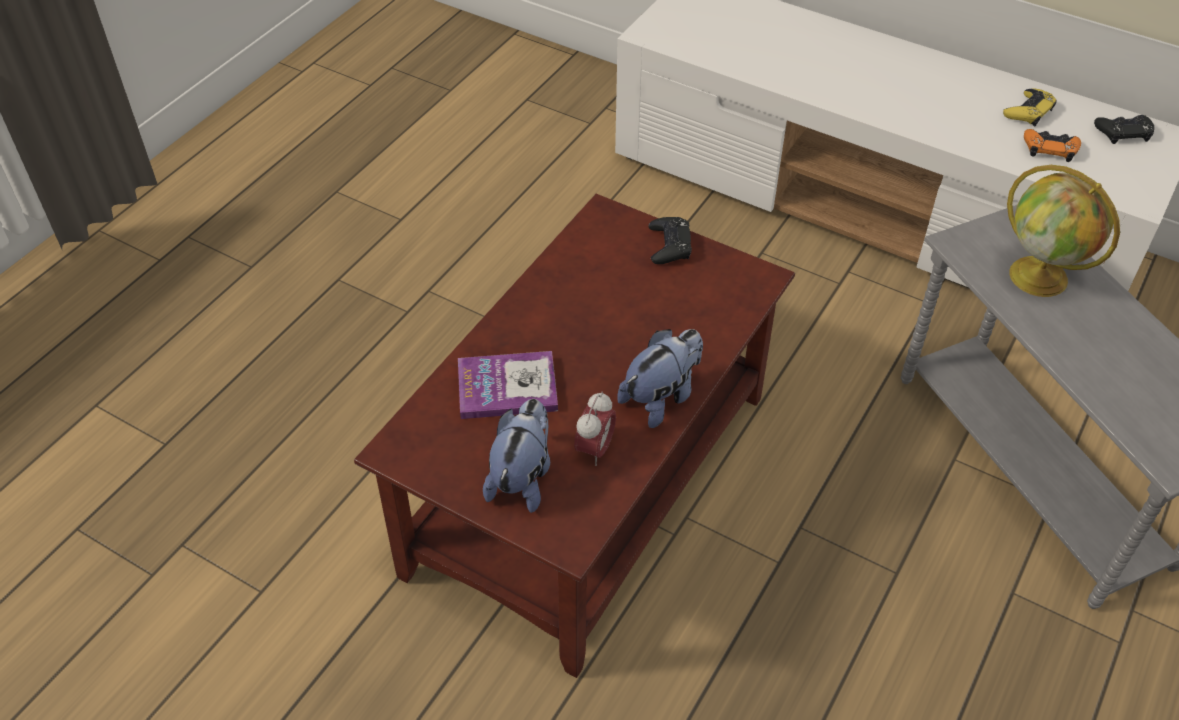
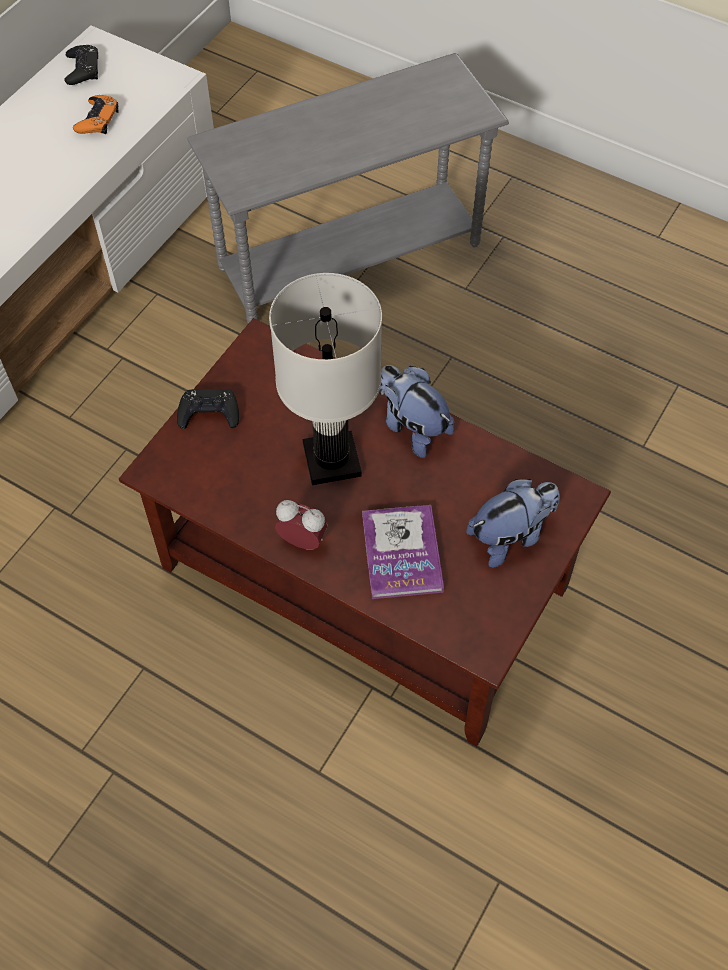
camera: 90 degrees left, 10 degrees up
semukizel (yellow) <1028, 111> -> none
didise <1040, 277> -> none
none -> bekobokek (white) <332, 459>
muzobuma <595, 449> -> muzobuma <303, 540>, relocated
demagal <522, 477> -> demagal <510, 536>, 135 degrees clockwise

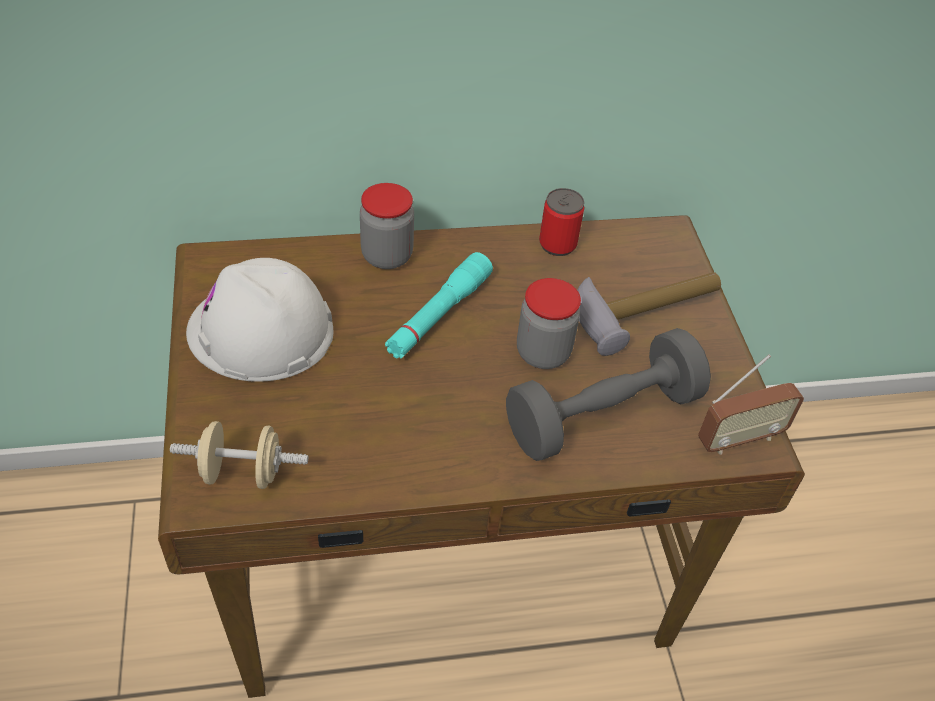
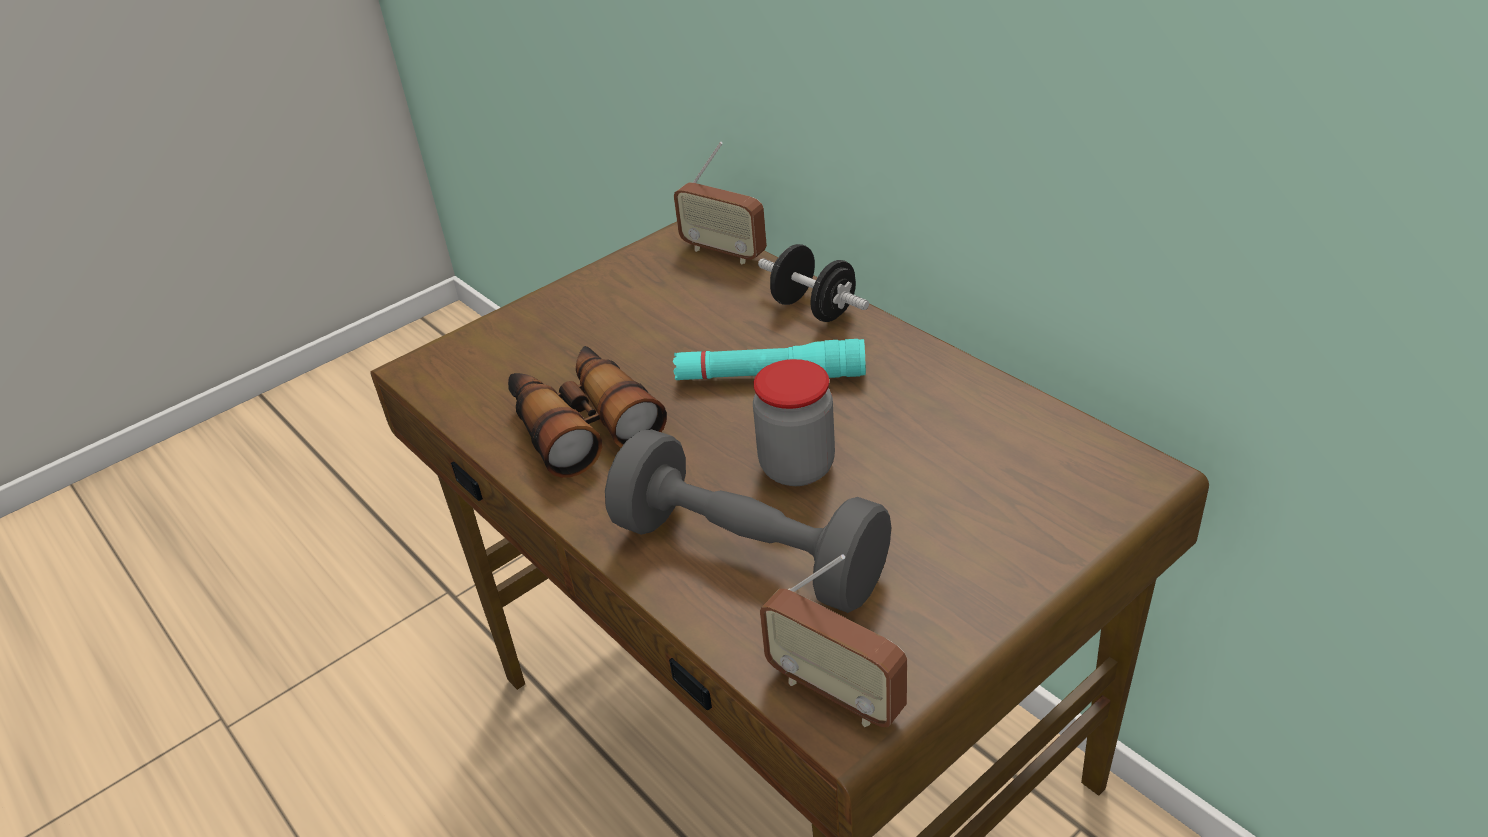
camera: 65 degrees right, 10 degrees down
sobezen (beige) <242, 472> -> none
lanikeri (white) <260, 331> -> none
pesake <557, 244> -> none
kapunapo <643, 308> -> none
none -> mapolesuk <582, 423>
none -> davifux <724, 252>
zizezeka <387, 256> -> sobezen (black) <814, 309>

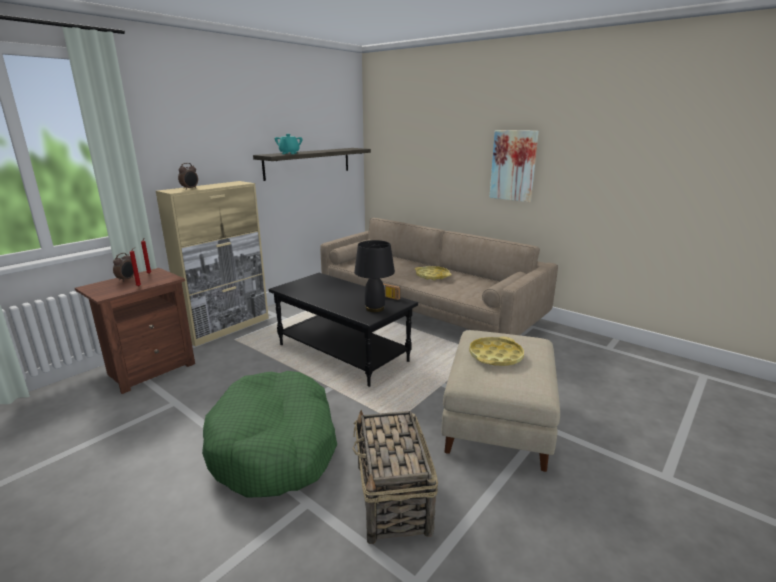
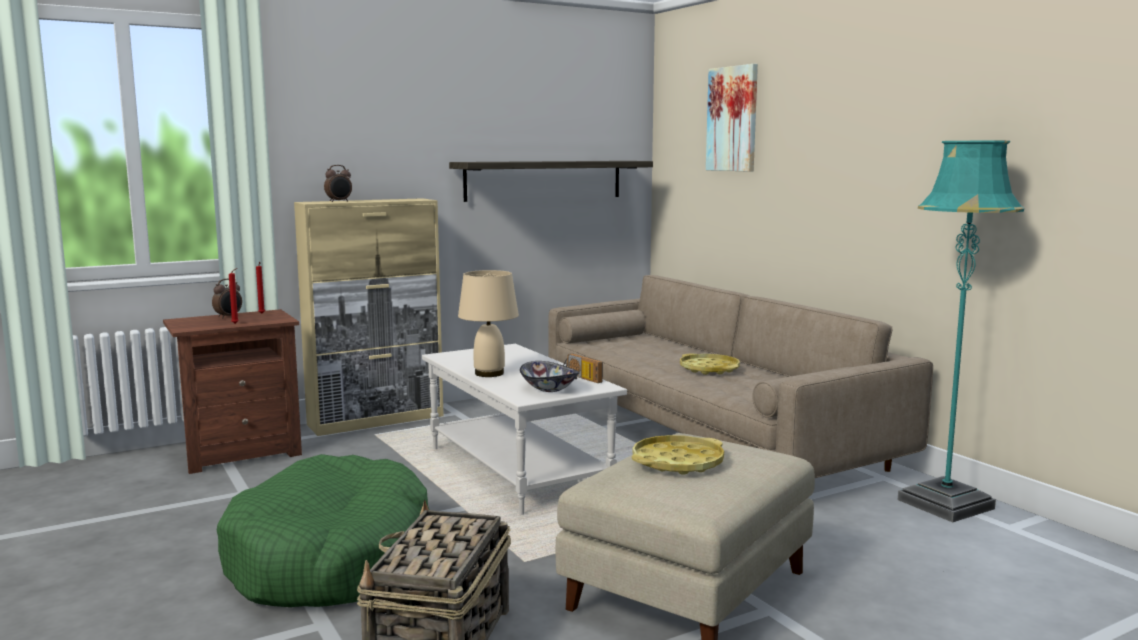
camera: 20 degrees right, 10 degrees down
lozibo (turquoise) <289, 153> -> none
none -> bekobokek (beige) <488, 373>
none -> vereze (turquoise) <945, 504>
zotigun <513, 165> -> zotigun <733, 119>, relocated
bekobokek (black) <375, 308> -> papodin <549, 389>
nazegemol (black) <343, 352> -> nazegemol (white) <519, 470>

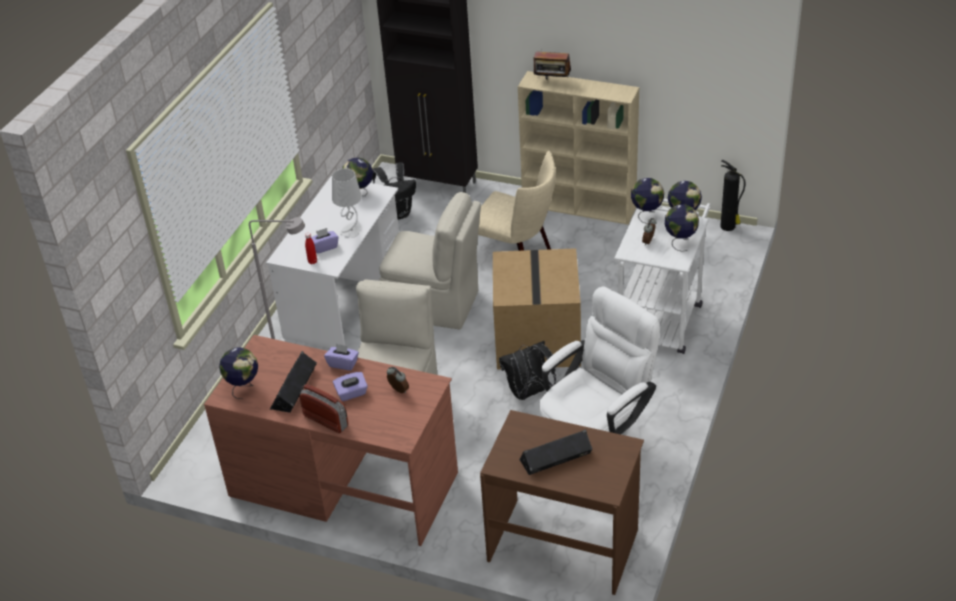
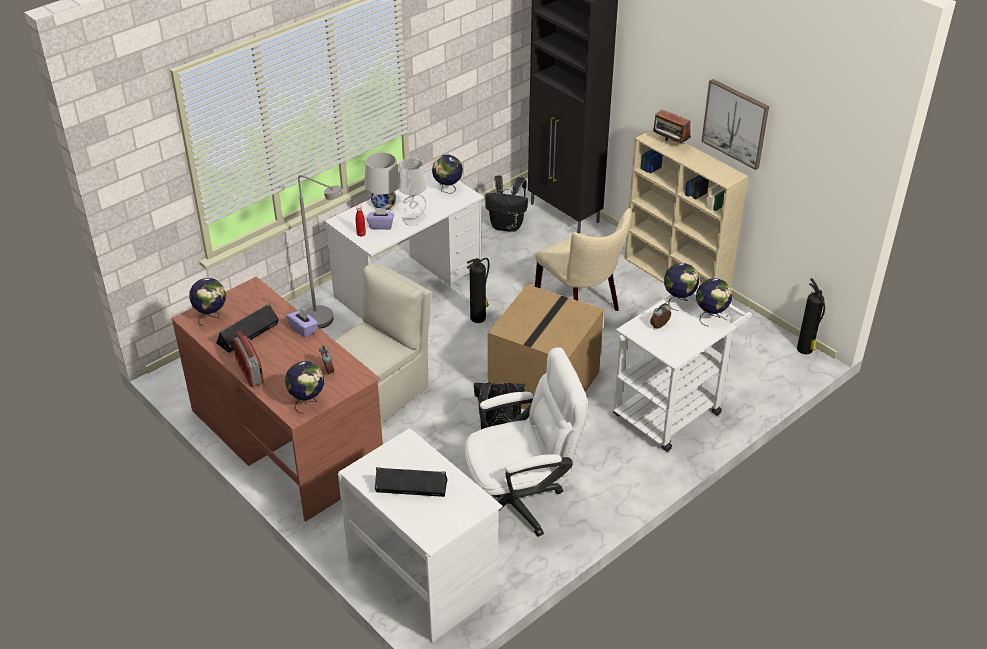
camera: 25 degrees right, 0 degrees up
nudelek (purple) <351, 393> -> none
none -> bekobokek (white) <384, 205>
none -> zotigun <735, 123>
didise <680, 242> -> didise <307, 402>, relocated
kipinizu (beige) <434, 305> -> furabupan <478, 317>
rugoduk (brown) <563, 544> -> rugoduk (white) <423, 576>

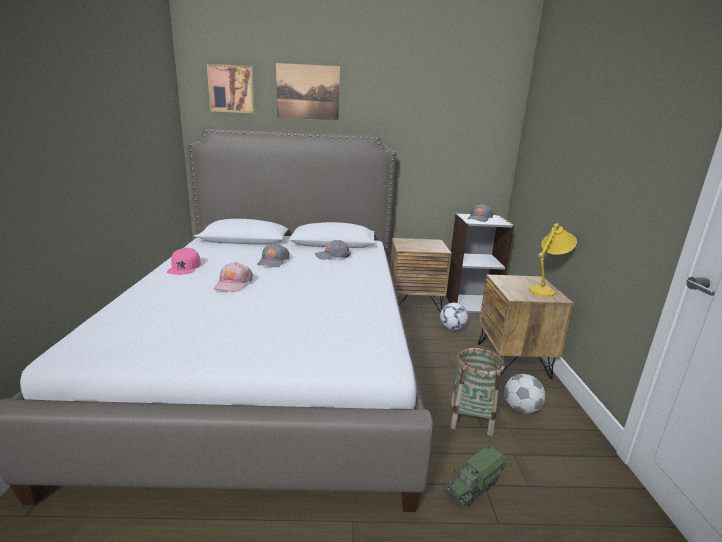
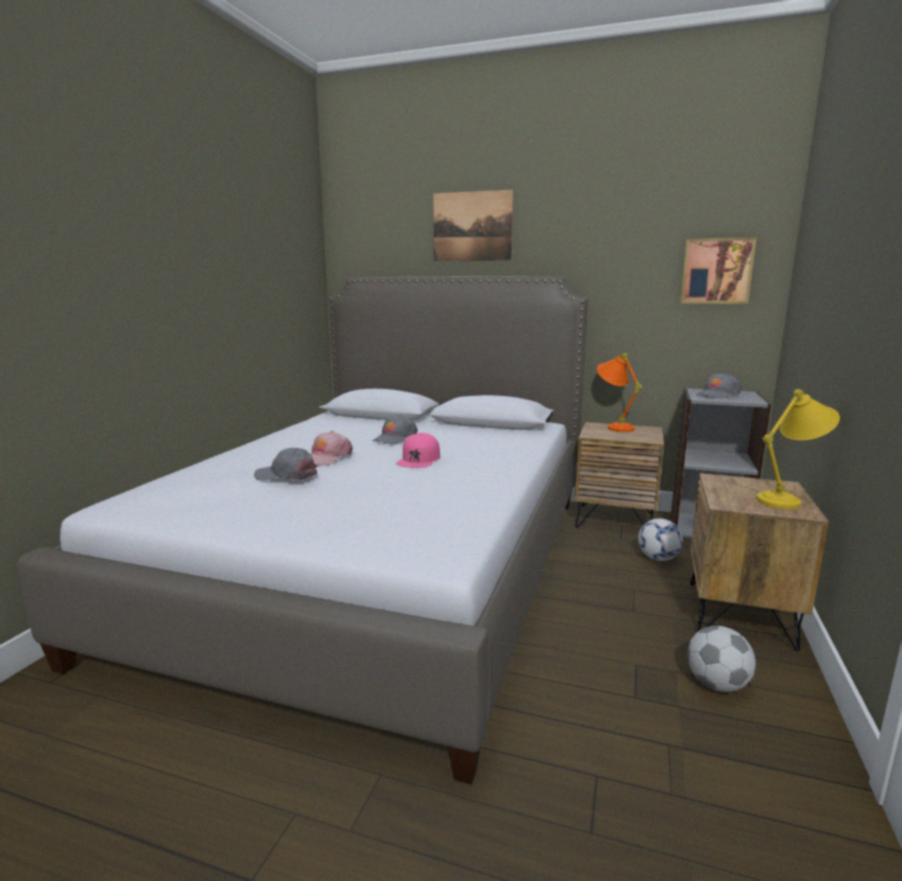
camera: 20 degrees right, 5 degrees down
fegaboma <473, 485> -> none
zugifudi <470, 419> -> none
none -> bekobokek (orange) <614, 426>
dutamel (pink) <184, 267> -> dutamel (pink) <419, 459>, relocated
zotigun <231, 89> -> zotigun <716, 271>, relocated
dutamel (grey) <333, 255> -> dutamel (grey) <287, 475>, relocated

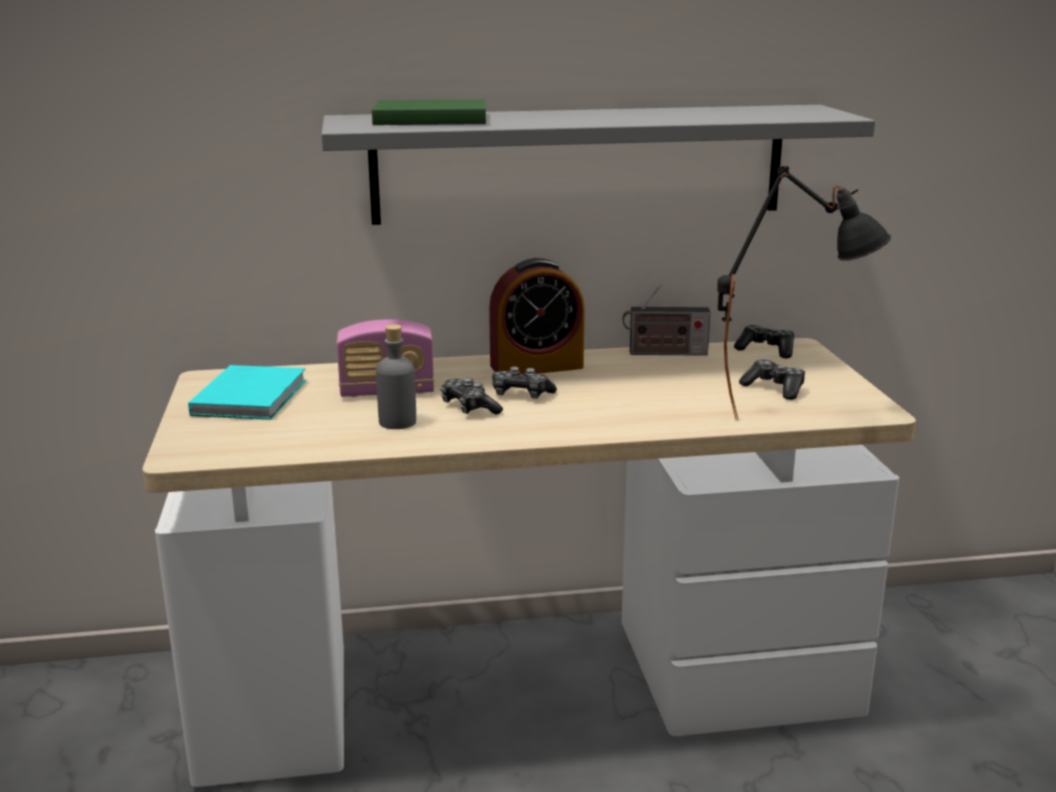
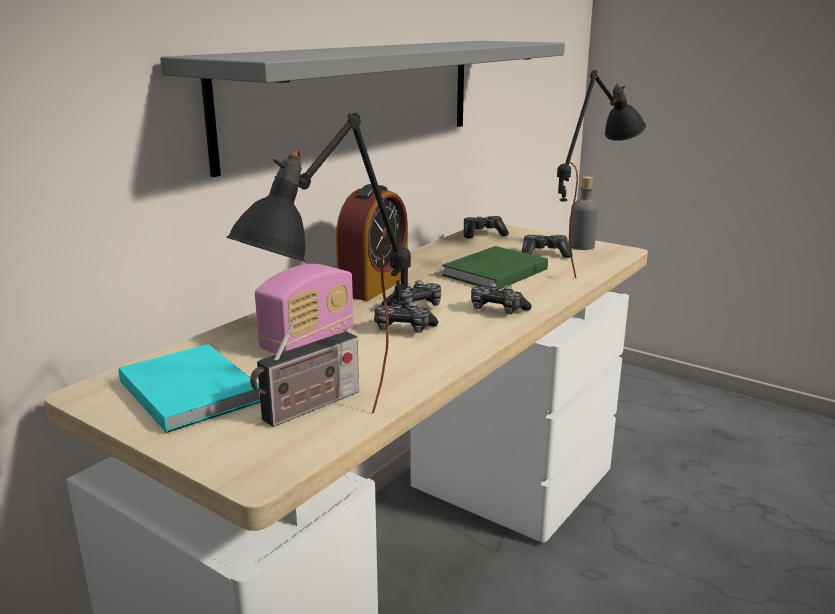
camera: 45 degrees left, 0 degrees up
none -> bekobokek (black) <341, 448>
none -> semukizel <497, 310>
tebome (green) <427, 119> -> tebome (green) <492, 272>, relocated
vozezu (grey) <397, 422> -> vozezu (grey) <581, 246>, relocated
davifux <664, 353> -> davifux <308, 408>, relocated

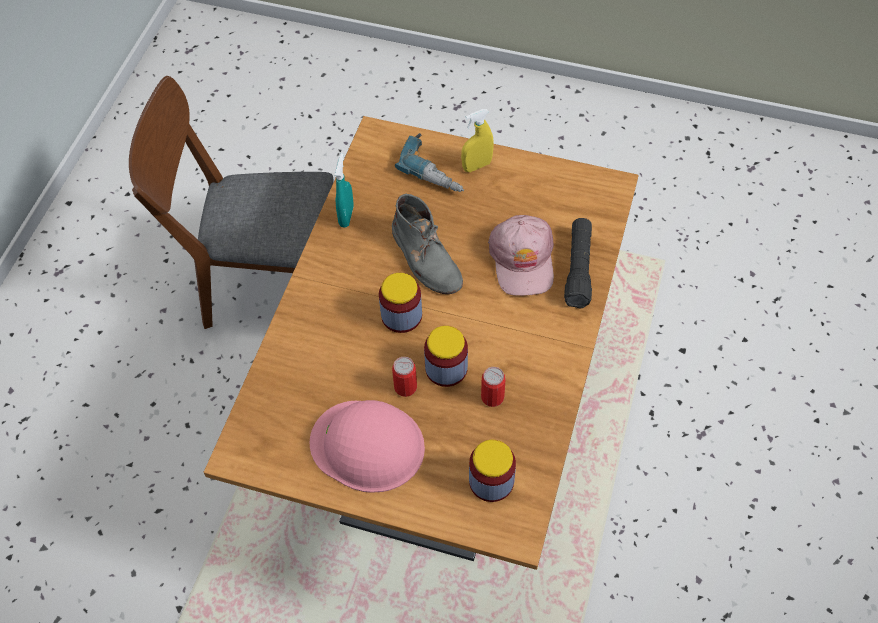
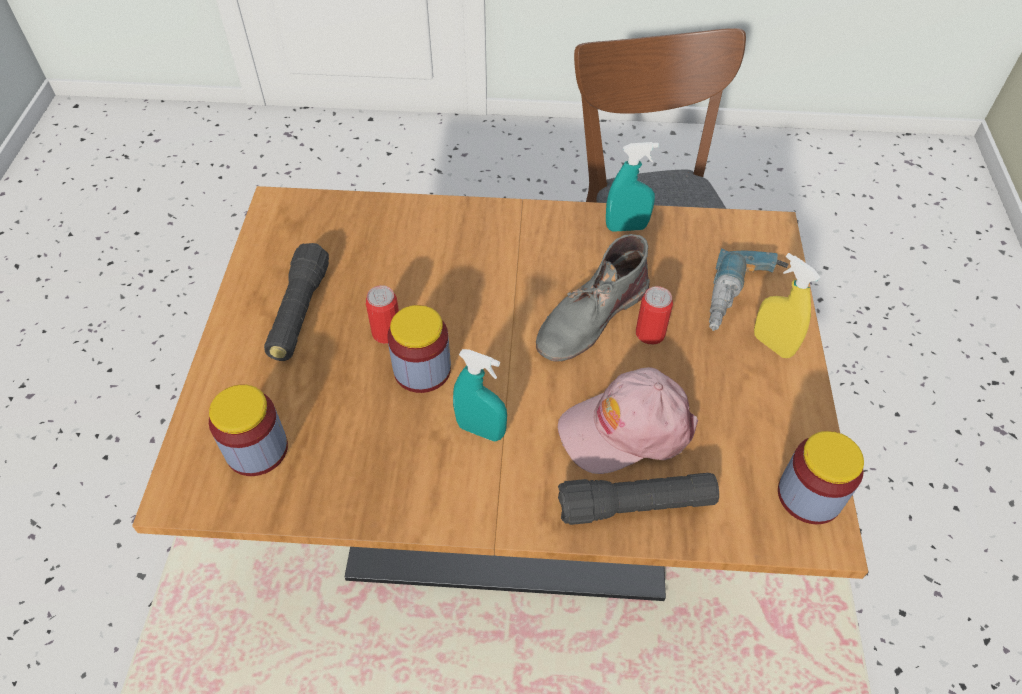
camera: 75 degrees right, 5 degrees down
none -> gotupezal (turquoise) <480, 430>
zizezeka <401, 315> -> zizezeka <809, 495>, relocated
pesake <492, 397> -> pesake <650, 333>, relocated
lanikeri (pink) <368, 445> -> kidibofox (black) <299, 312>

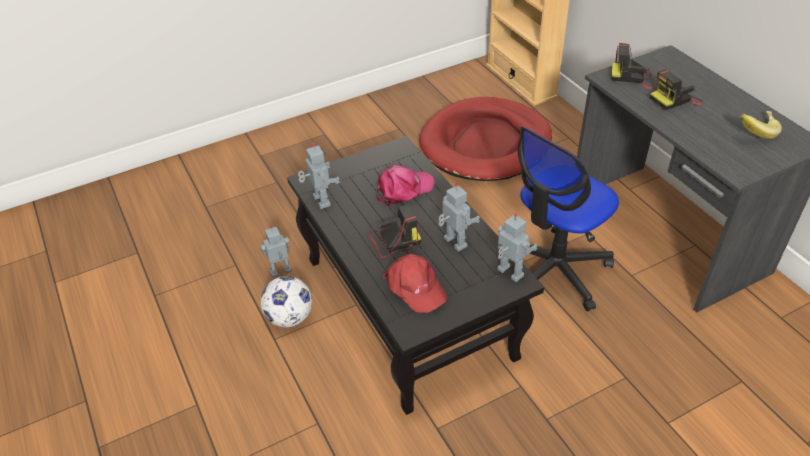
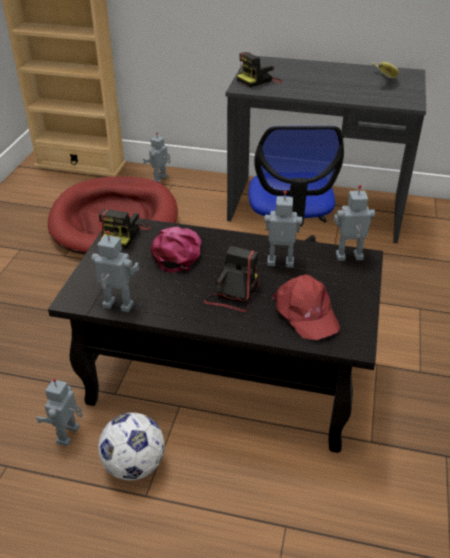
camera: 50 degrees left, 5 degrees down
none -> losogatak <161, 180>
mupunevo <674, 99> -> mupunevo <124, 234>, relocated
dutamel (red) <415, 287> -> dutamel (red) <305, 313>, 60 degrees clockwise

